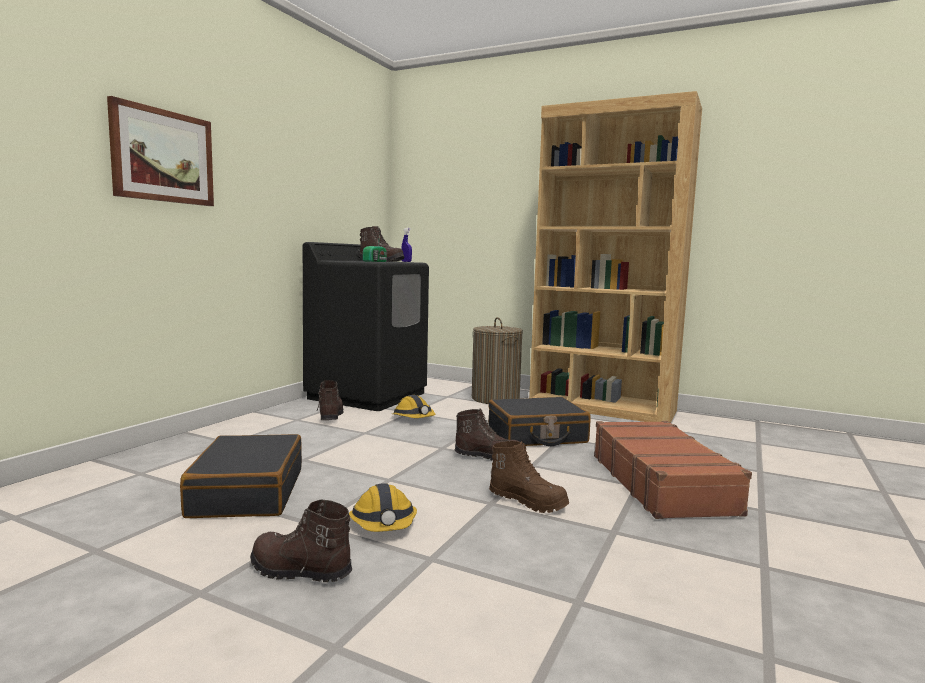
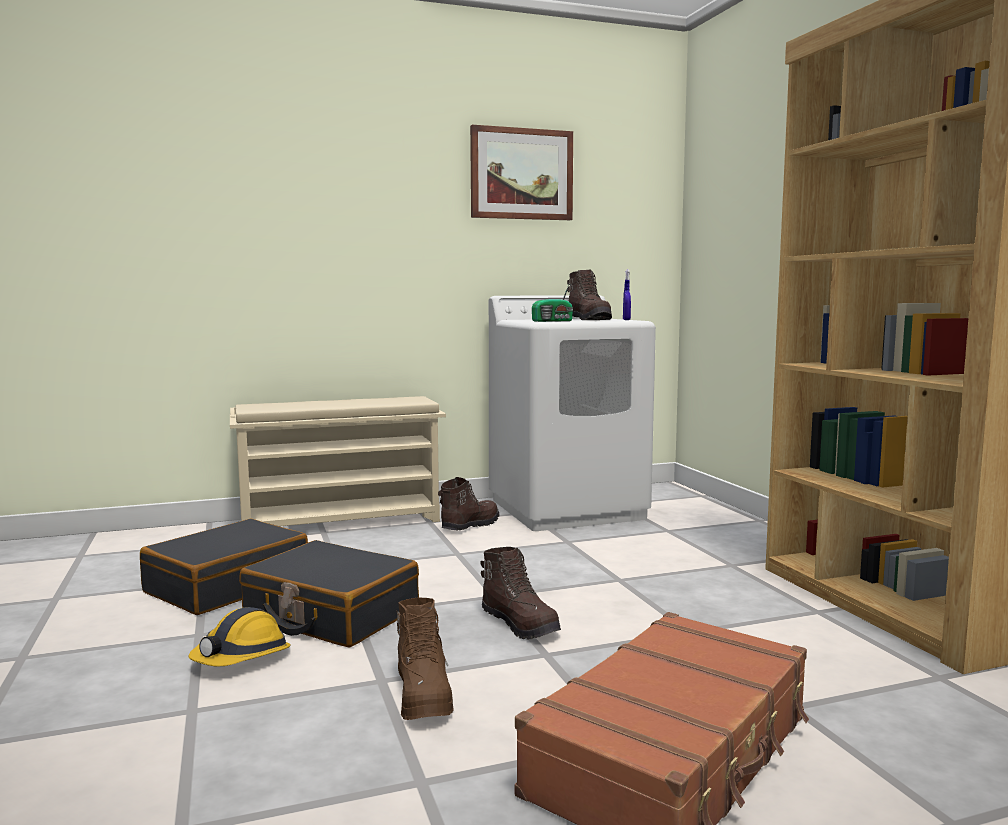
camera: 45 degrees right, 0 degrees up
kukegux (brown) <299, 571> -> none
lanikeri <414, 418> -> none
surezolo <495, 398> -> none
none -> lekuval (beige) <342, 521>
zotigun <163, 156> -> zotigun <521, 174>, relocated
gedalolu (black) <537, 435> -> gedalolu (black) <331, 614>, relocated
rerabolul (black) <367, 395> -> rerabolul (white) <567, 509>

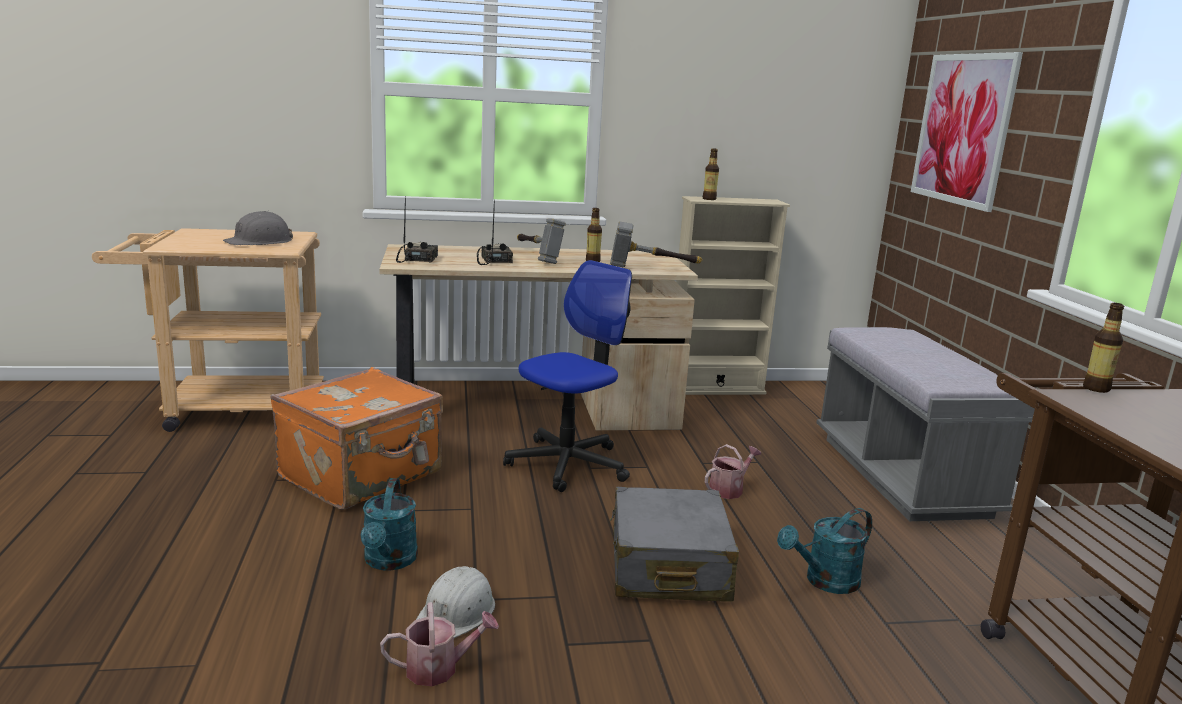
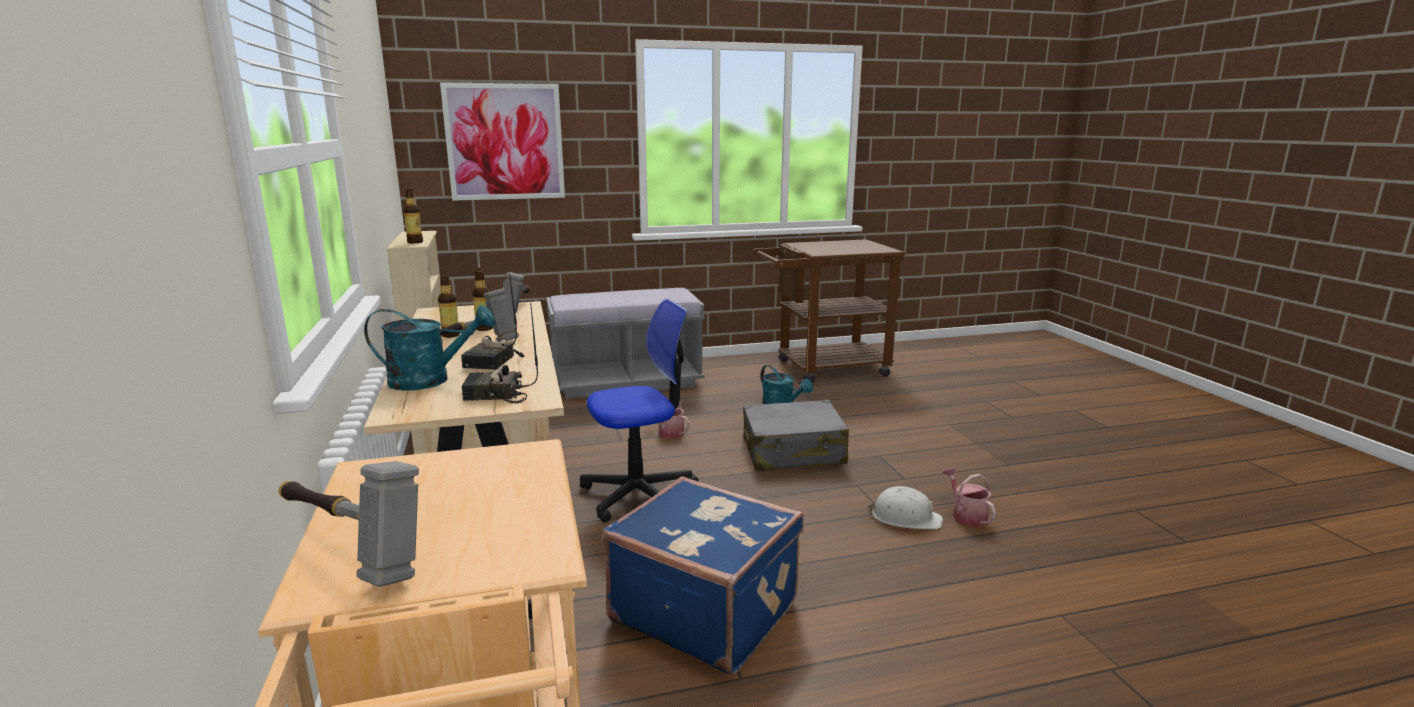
camera: 95 degrees left, 0 degrees up
lanikeri (grey) <260, 241> -> none
none -> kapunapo <349, 548>
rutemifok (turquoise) <389, 562> -> rutemifok (turquoise) <430, 380>, relocated
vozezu <1096, 388> -> vozezu <451, 335>, relocated
gedalolu (orange) <362, 475> -> gedalolu (blue) <705, 610>
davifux <493, 261> -> davifux <494, 362>, 60 degrees counterclockwise
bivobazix <568, 464> -> bivobazix <639, 495>, 120 degrees clockwise

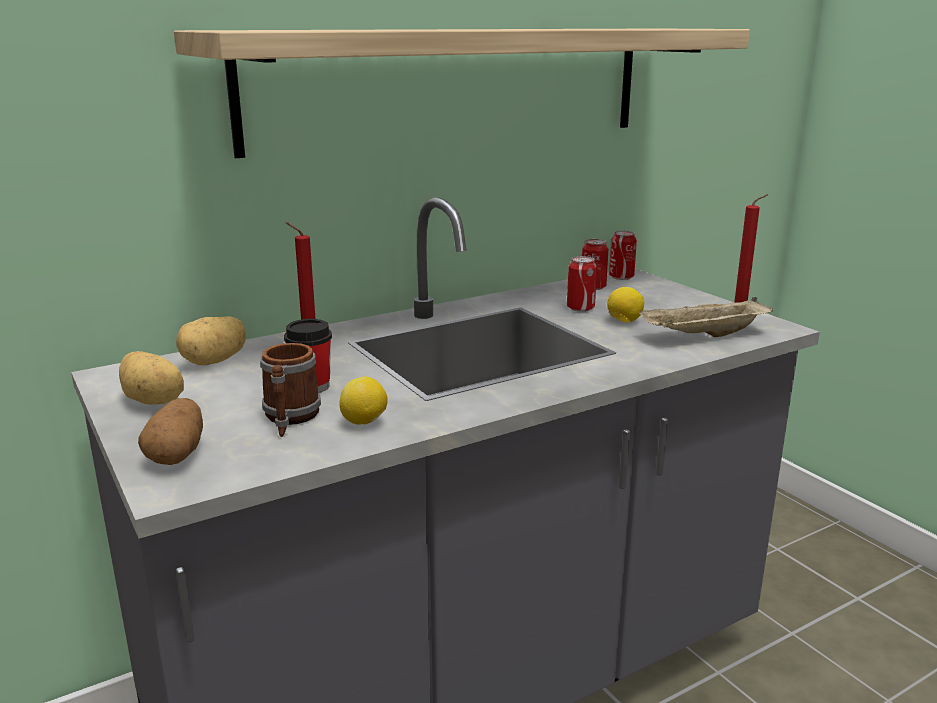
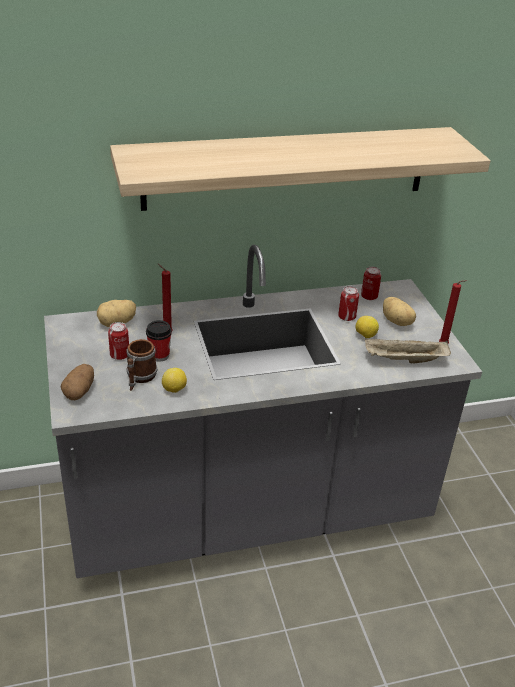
camera: 15 degrees right, 15 degrees up
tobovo <154, 401> -> tobovo <397, 321>, relocated
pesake <621, 277> -> pesake <119, 355>, relocated

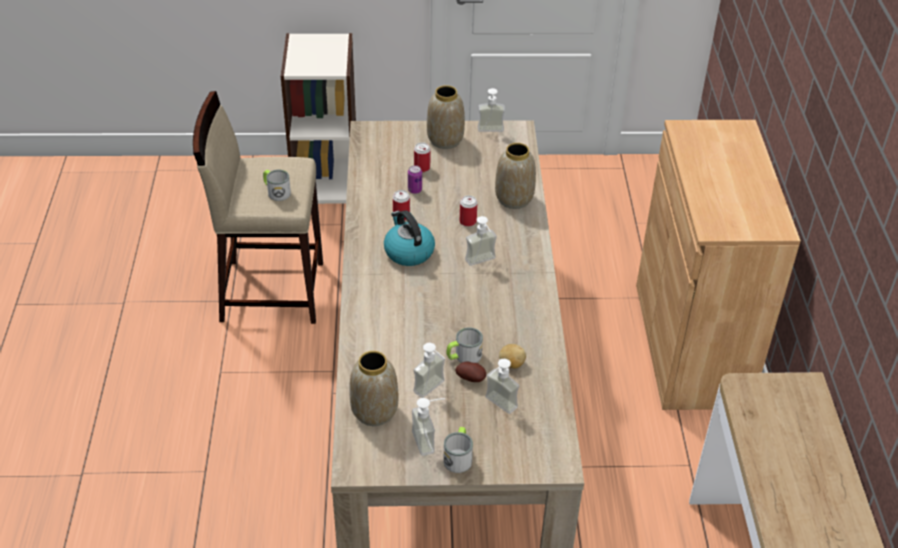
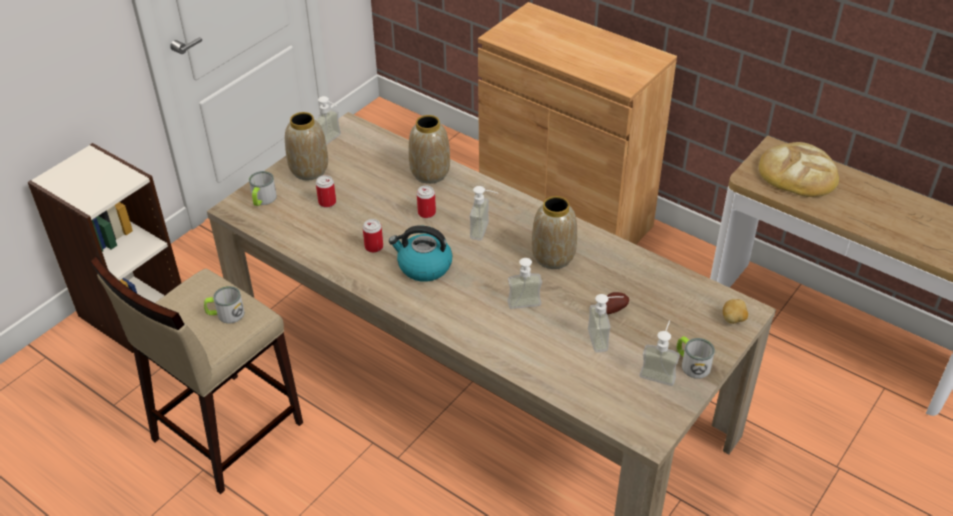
camera: 50 degrees left, 0 degrees up
pesake <415, 190> -> none
none -> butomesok <797, 173>
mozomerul <374, 411> -> mozomerul <552, 257>, relocated
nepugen <463, 356> -> nepugen <262, 200>, relocated
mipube <496, 406> -> mipube <525, 308>, relocated
tobovo <511, 364> -> tobovo <733, 319>, relocated

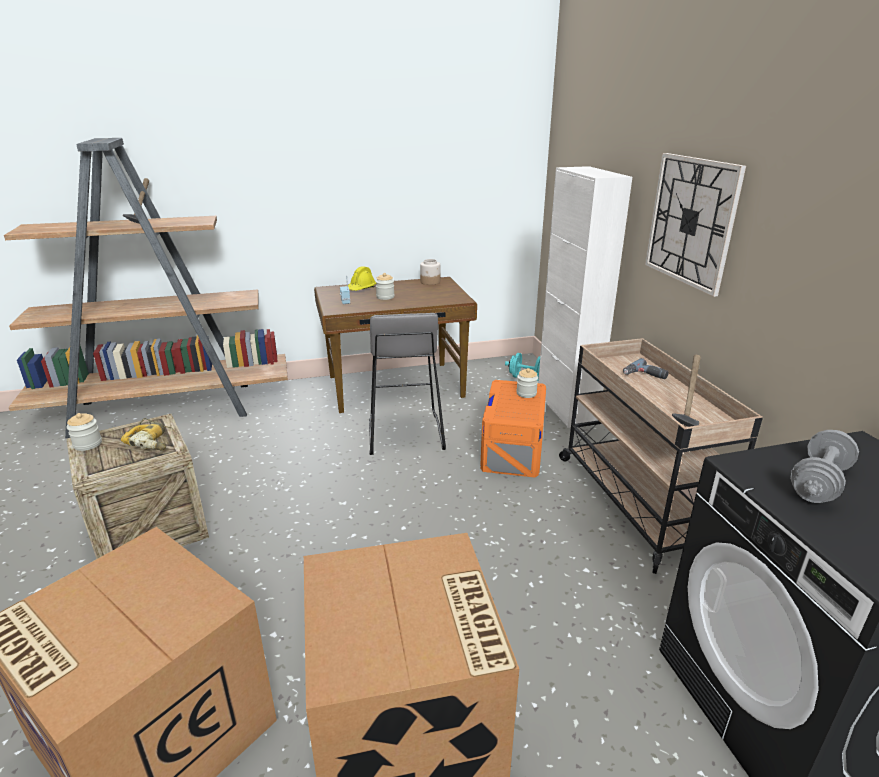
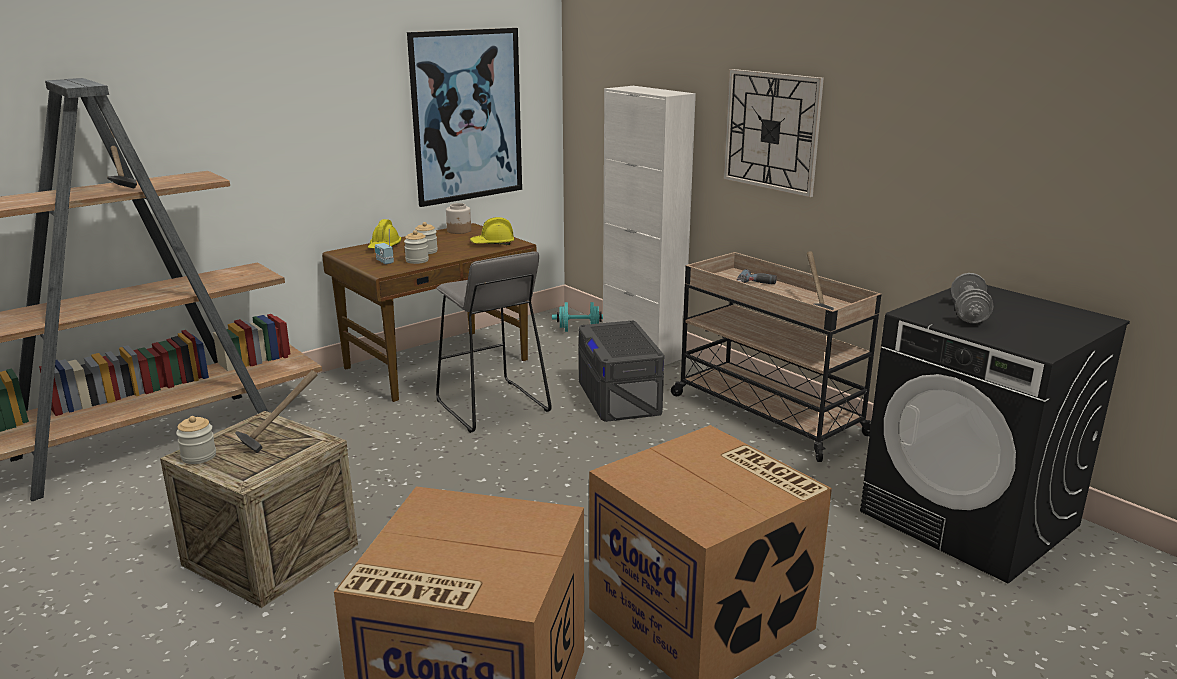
camera: 25 degrees left, 5 degrees down
none -> zotigun <467, 116>
none -> lanikeri (yellow) <493, 243>
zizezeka <526, 393> -> zizezeka <417, 260>, relocated
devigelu <153, 440> -> kapunapo <280, 437>
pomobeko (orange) <513, 449> -> pomobeko (grey) <619, 396>

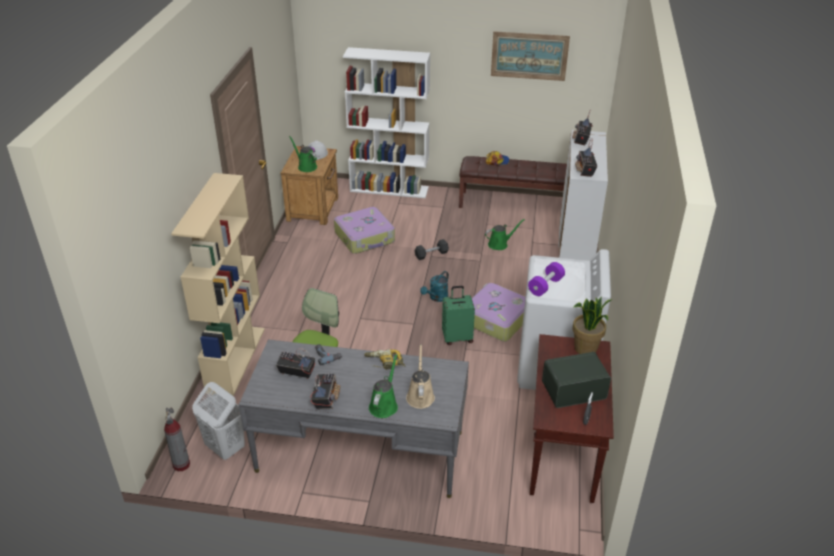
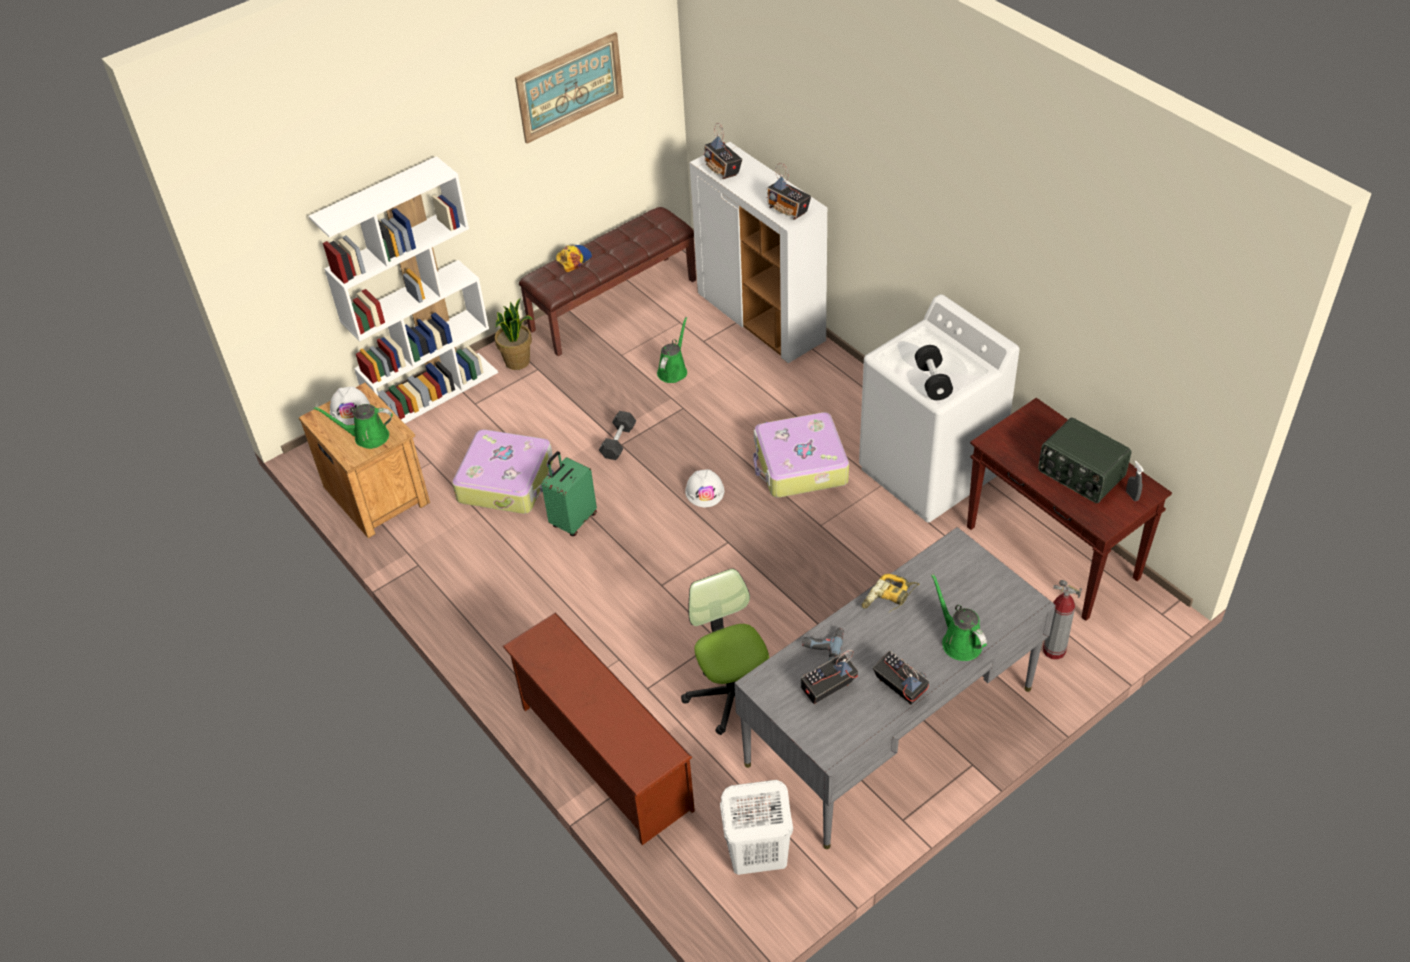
camera: 45 degrees left, 10 degrees up
rutemifok (beige) <420, 395> -> none
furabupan <181, 464> -> furabupan <1053, 650>, relocated
gedalolu (green) <457, 337> -> gedalolu (green) <573, 520>, relocated
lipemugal <586, 348> -> lipemugal <518, 361>, relocated
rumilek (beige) <235, 359> -> lekuval (brown) <603, 757>
rutemifok (turquoise) <436, 298> -> lanikeri (white) <705, 491>
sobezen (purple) <545, 286> -> sobezen (black) <932, 381>
davifux <573, 389> -> davifux <1080, 474>, 75 degrees counterclockwise

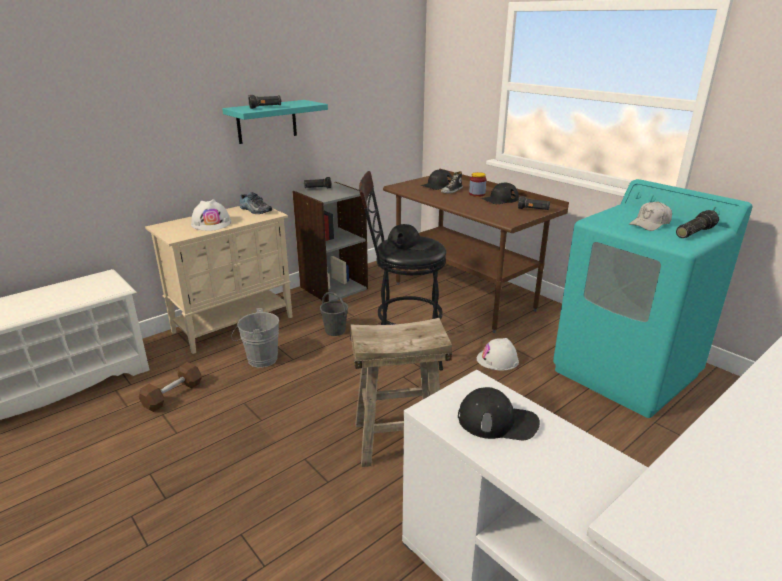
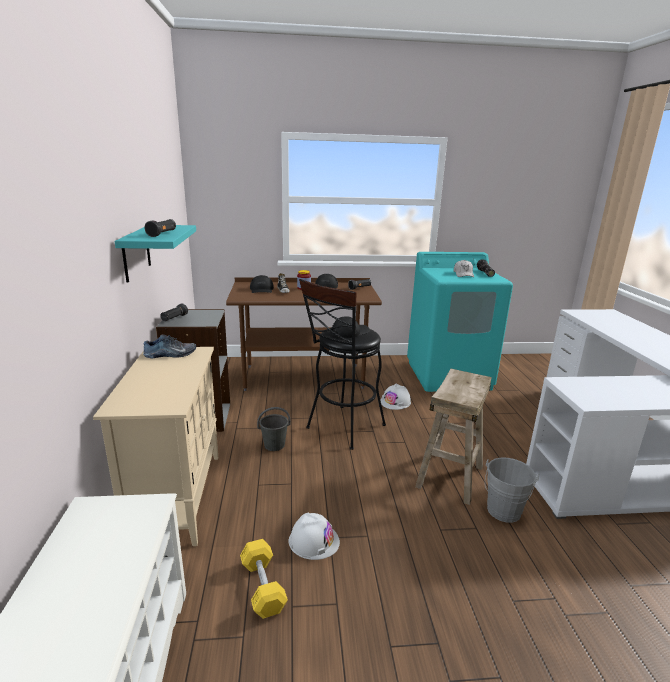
camera: 55 degrees left, 5 degrees down
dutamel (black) <497, 421> -> none
lanikeri (white) <211, 223> -> lanikeri (white) <313, 541>, relocated
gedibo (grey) <259, 359> -> gedibo (grey) <503, 513>, relocated
sobezen (brown) <173, 395> -> sobezen (yellow) <263, 586>

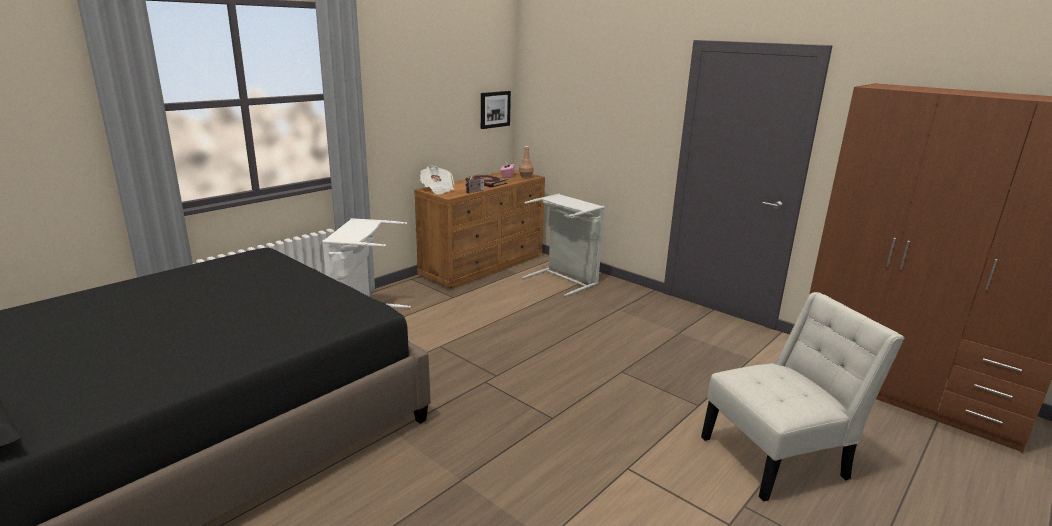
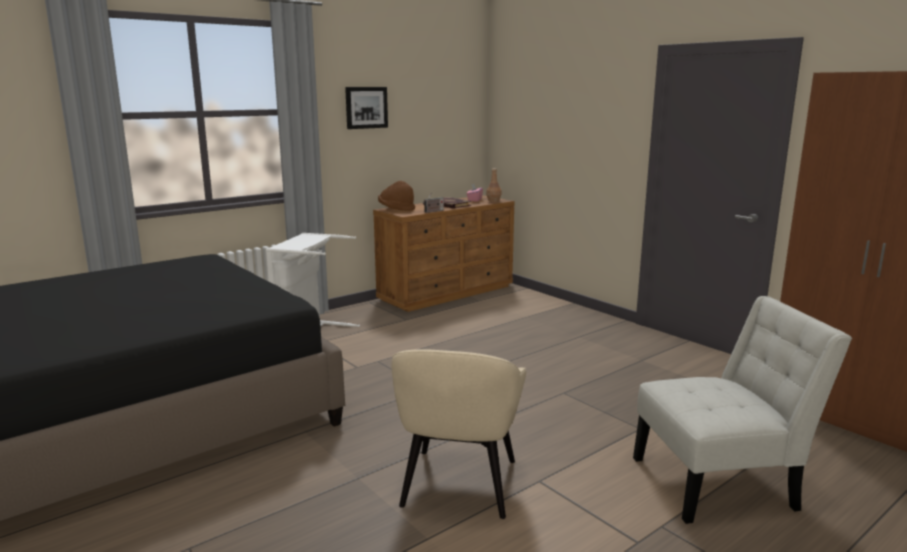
camera: 10 degrees right, 5 degrees down
surezolo (grey) <565, 279> -> none
none -> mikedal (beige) <459, 485>
zotigun <494, 109> -> zotigun <366, 107>, relocated
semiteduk <437, 189> -> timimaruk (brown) <396, 209>

